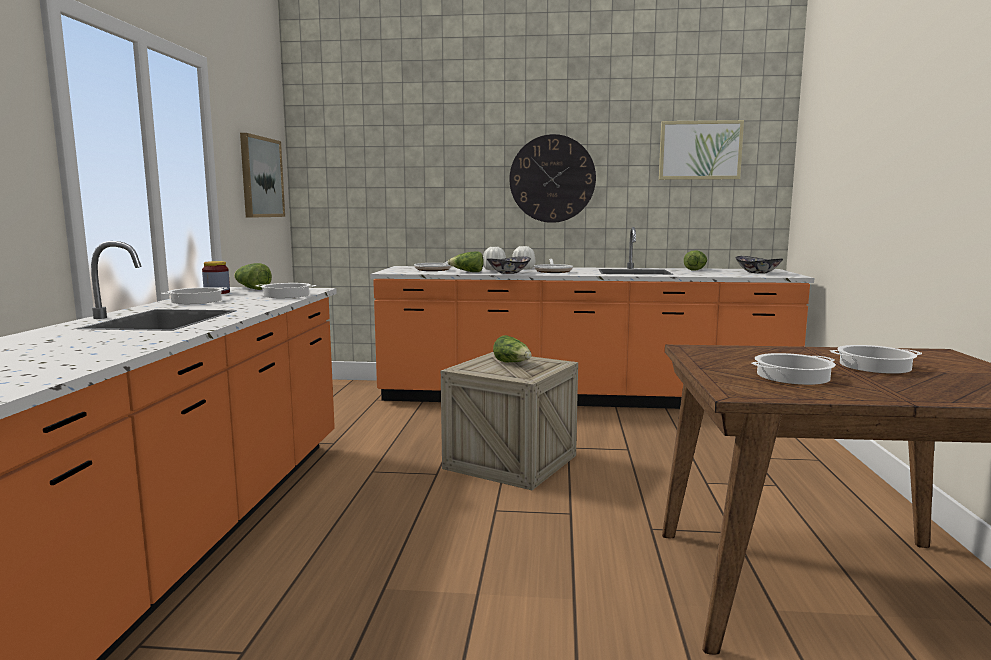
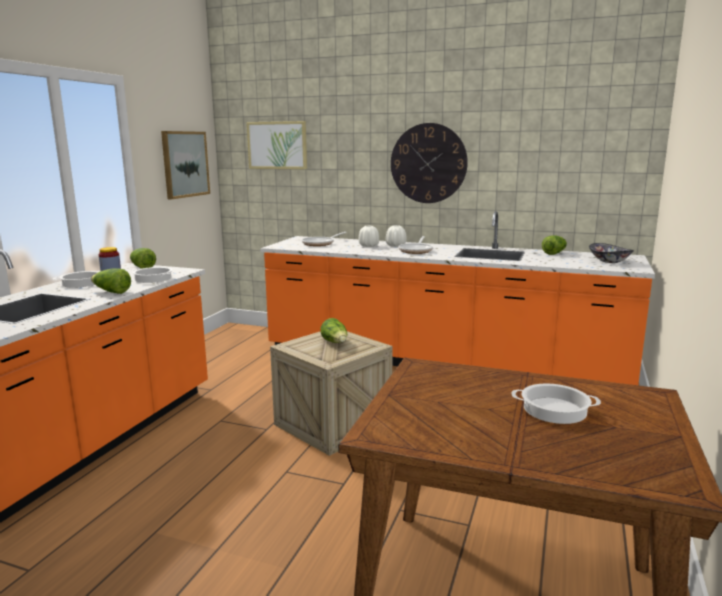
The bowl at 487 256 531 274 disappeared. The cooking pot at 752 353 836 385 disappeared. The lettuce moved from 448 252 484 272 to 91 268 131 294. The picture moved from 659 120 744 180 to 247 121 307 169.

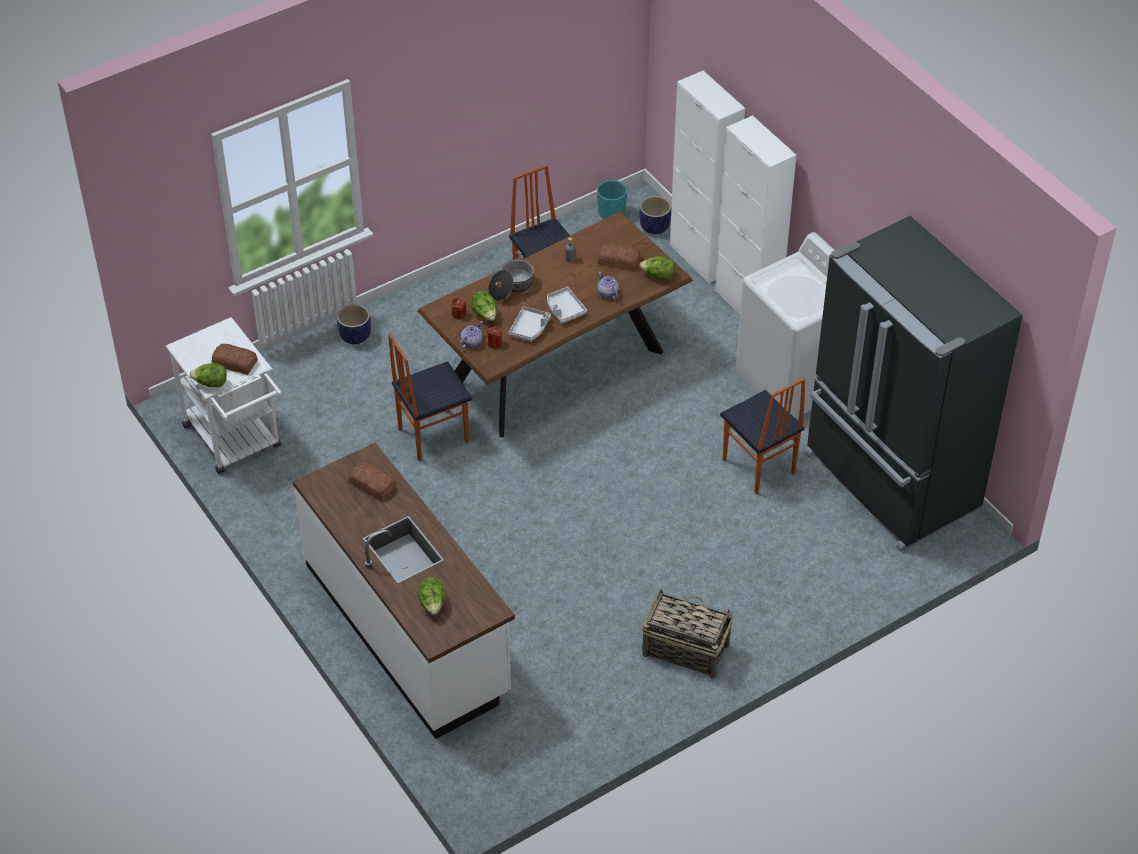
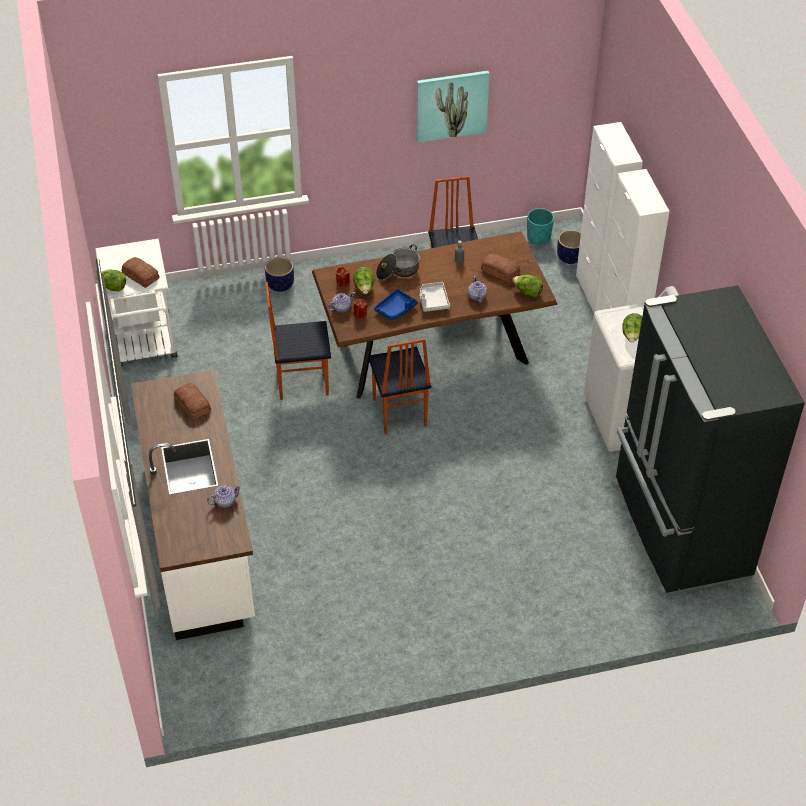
The basket at 642 588 734 679 disappeared. The teapot at 207 485 241 508 appeared. The picture at 417 71 489 142 appeared. The lettuce moved from 418 577 445 615 to 622 313 642 342. The chair moved from 720 378 805 495 to 368 339 431 434. The tray (grey) at 509 306 551 341 became the tray (blue) at 374 289 417 320.

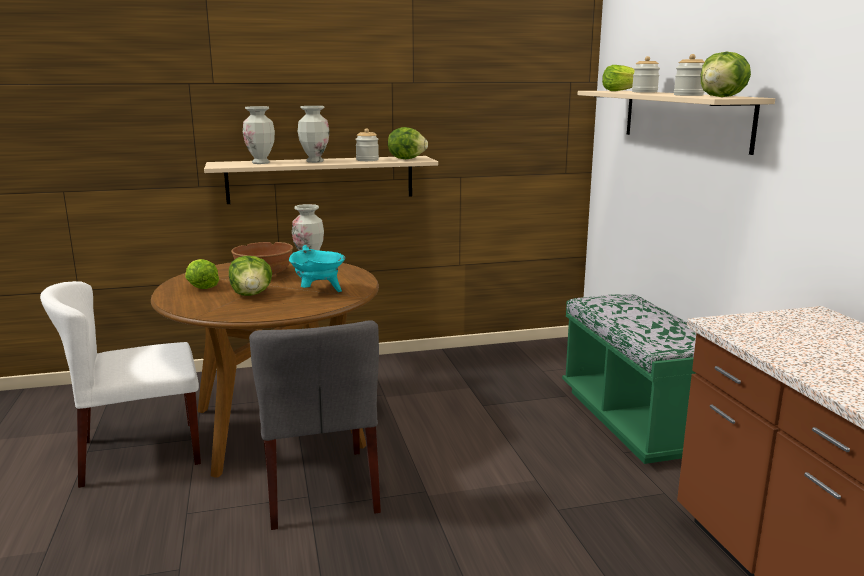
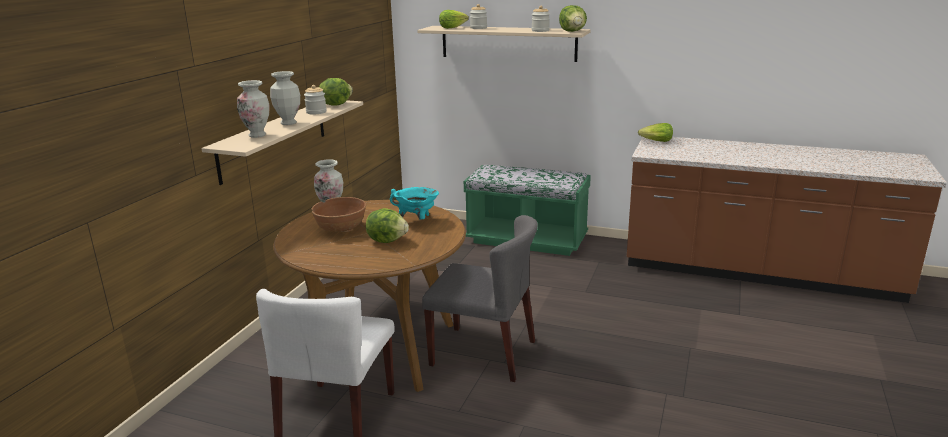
The lettuce moved from 185 259 219 289 to 638 123 673 142.

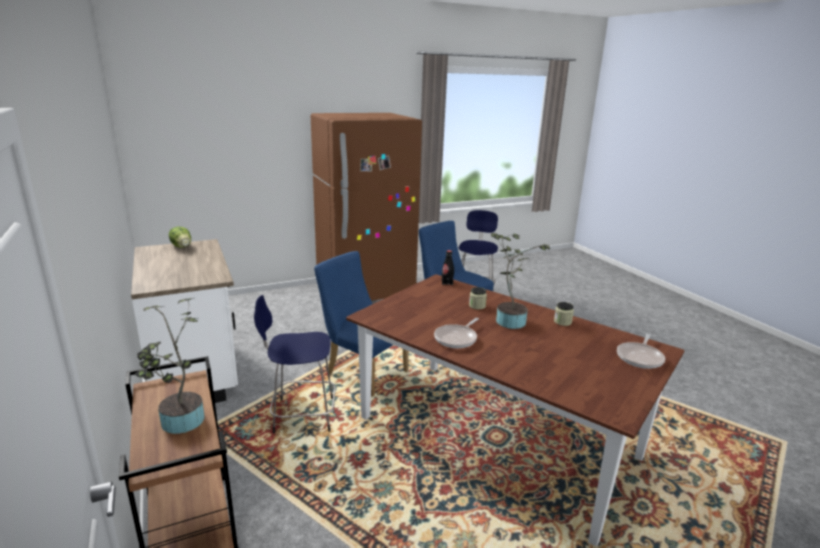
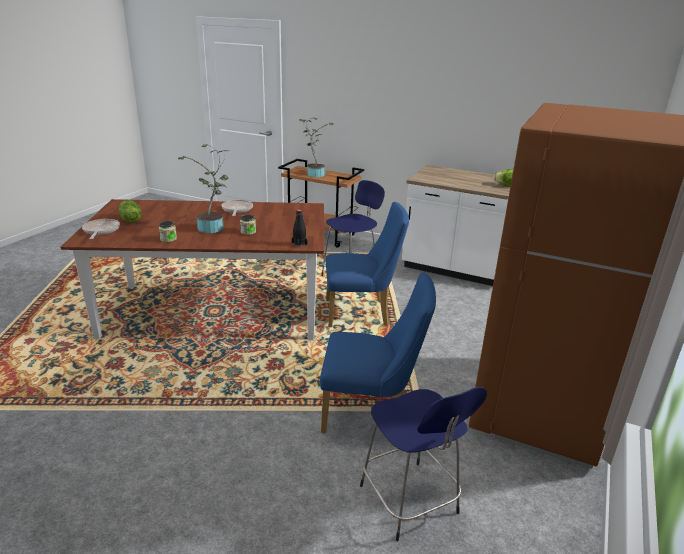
The lettuce at 119 200 142 223 appeared.

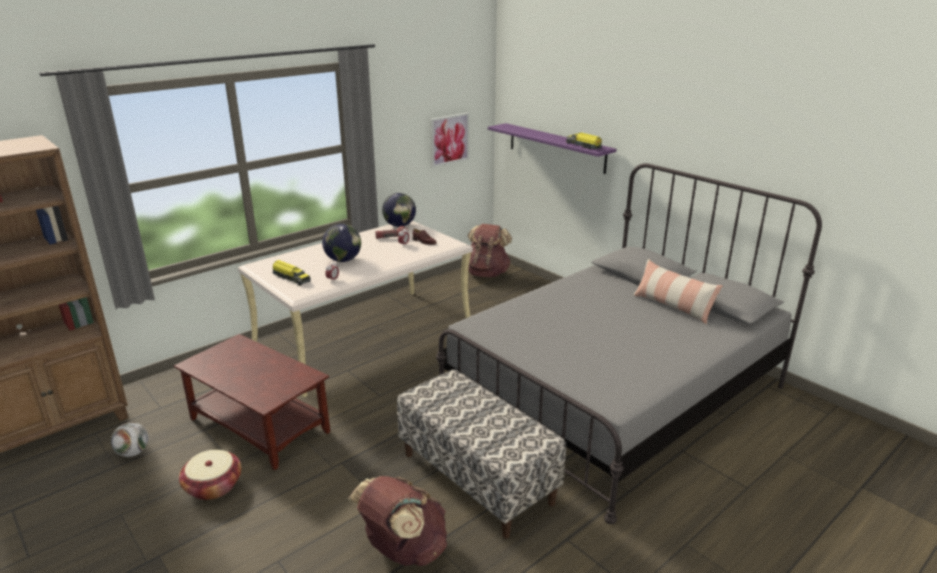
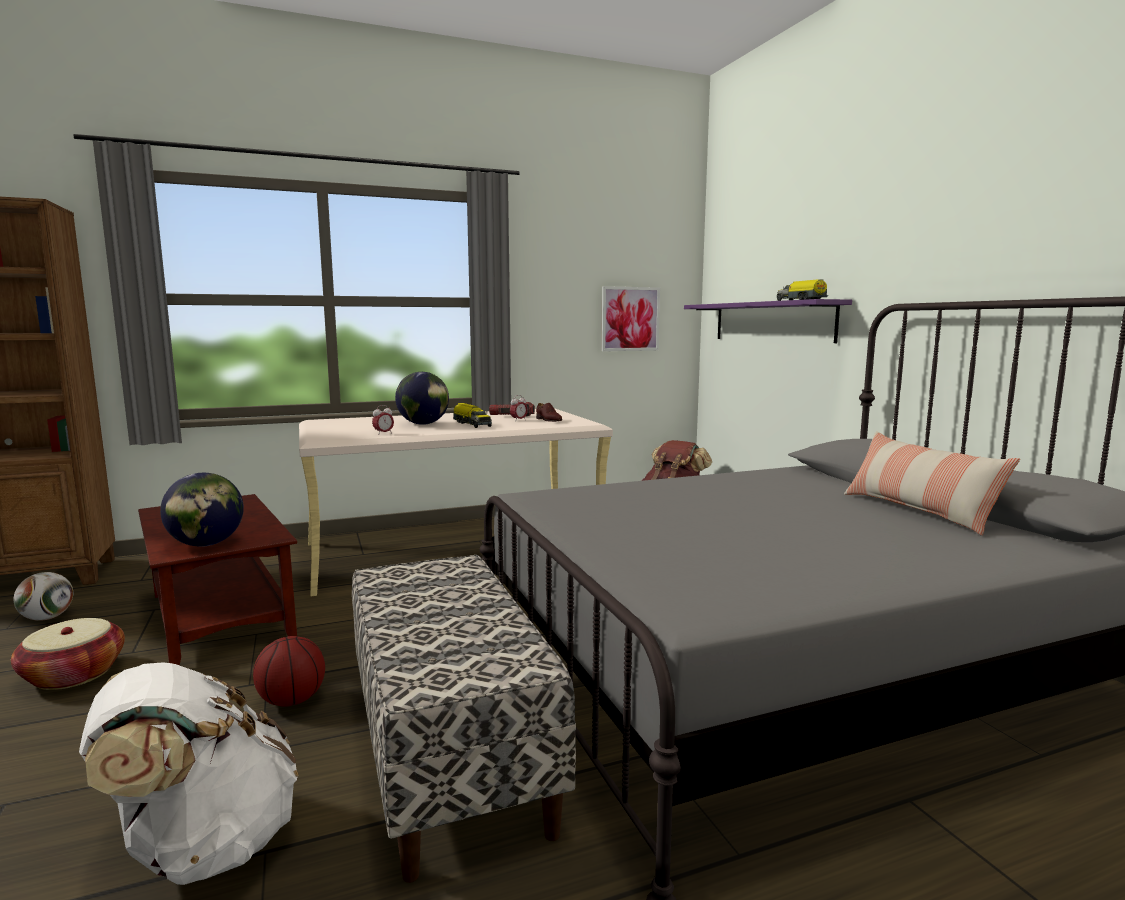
The basketball at 253 636 325 707 appeared. The toy truck moved from 272 260 311 286 to 453 403 492 428. The globe moved from 382 193 416 227 to 160 473 244 547. The backpack (brown) at 348 476 447 566 became the backpack (white) at 79 662 298 885.

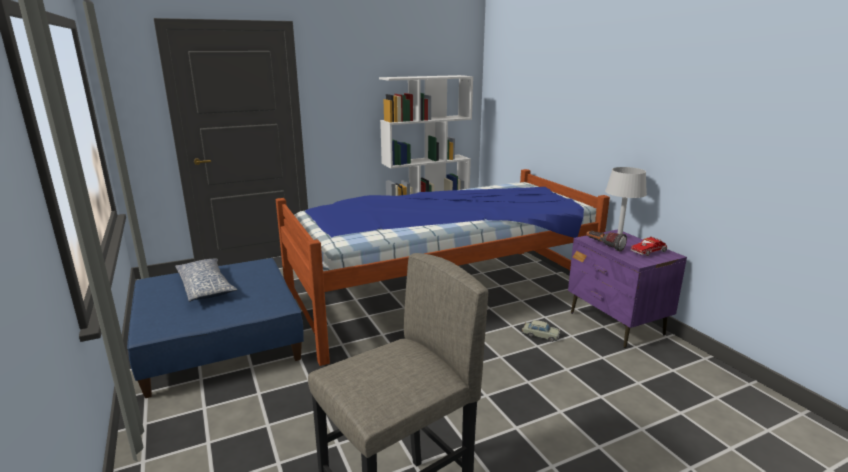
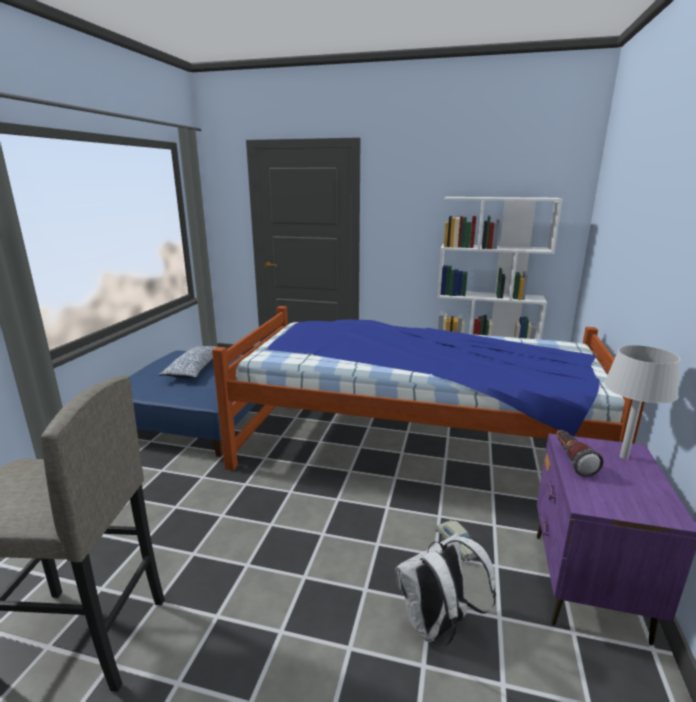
The toy truck at 631 236 667 256 disappeared. The backpack (white) at 395 532 496 646 appeared.

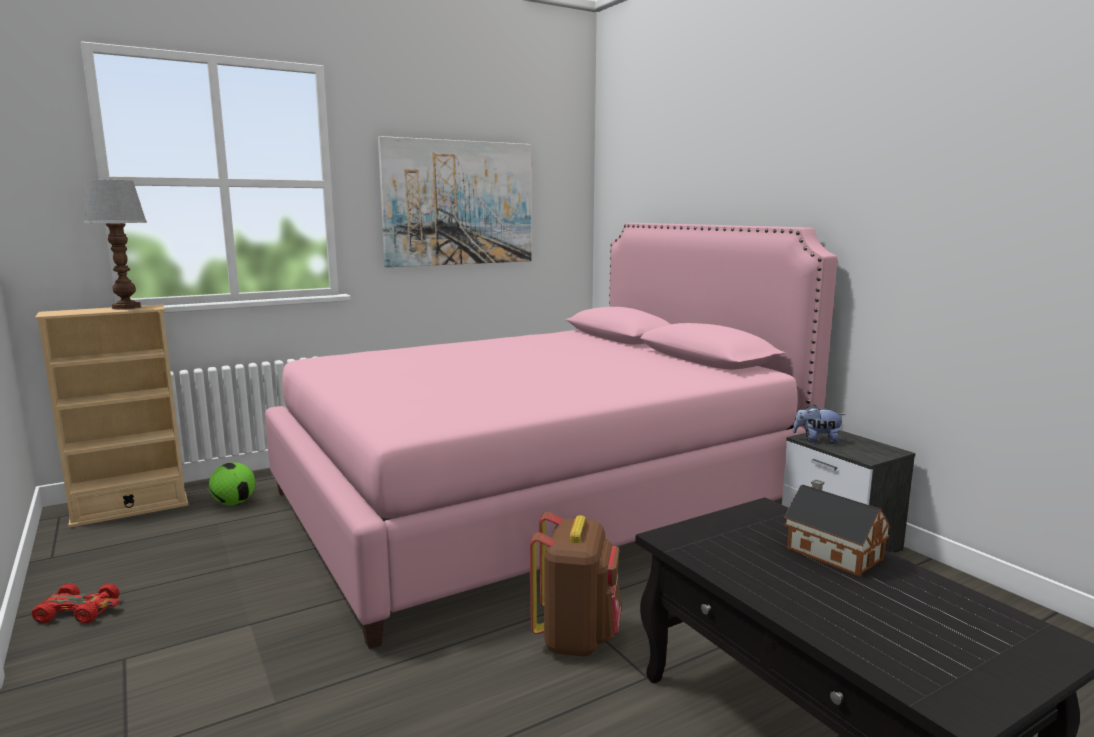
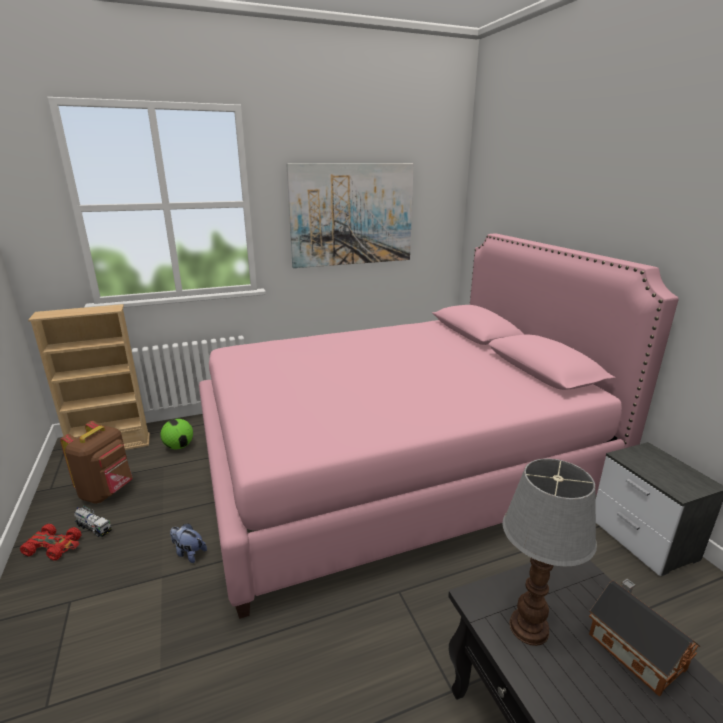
The toy truck at 74 506 112 537 appeared. The table lamp moved from 83 180 147 310 to 503 458 597 646. The backpack (brown) moved from 530 512 622 657 to 60 421 133 504. The plush toy moved from 793 405 845 444 to 170 523 207 563.

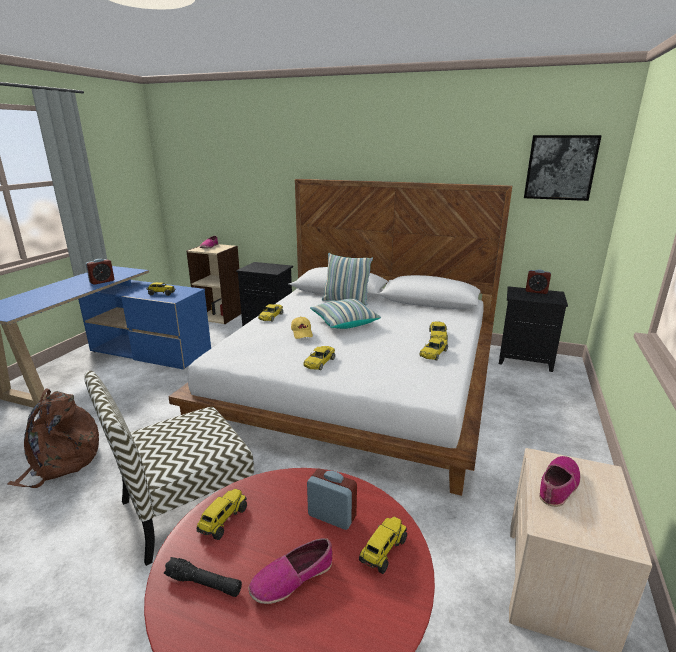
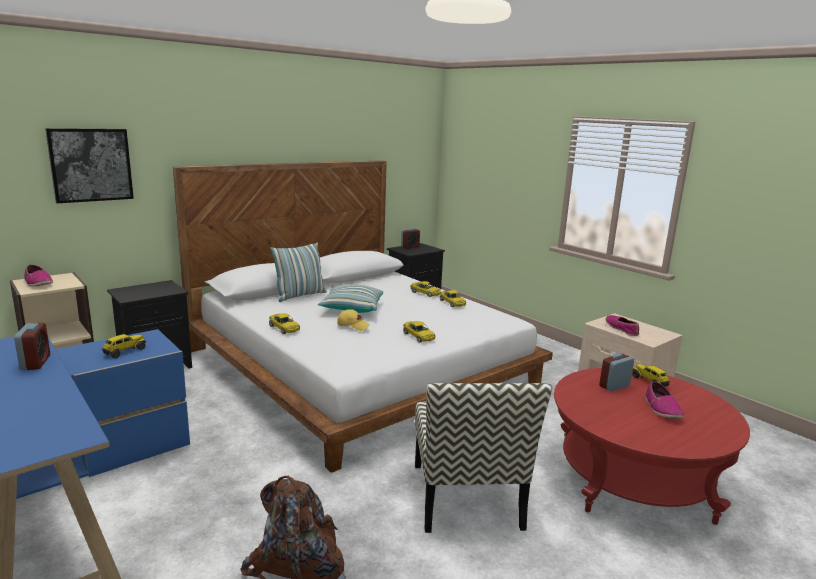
The flashlight (black) at 164 557 242 597 disappeared. The toy truck at 197 488 247 540 disappeared. The picture moved from 524 135 602 201 to 45 128 134 203.

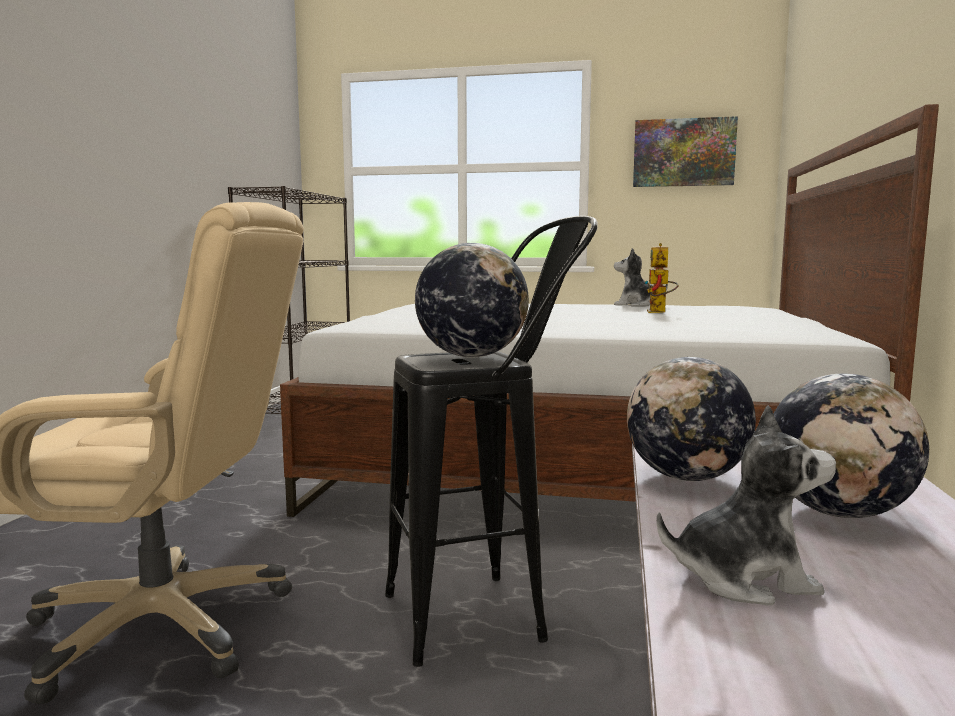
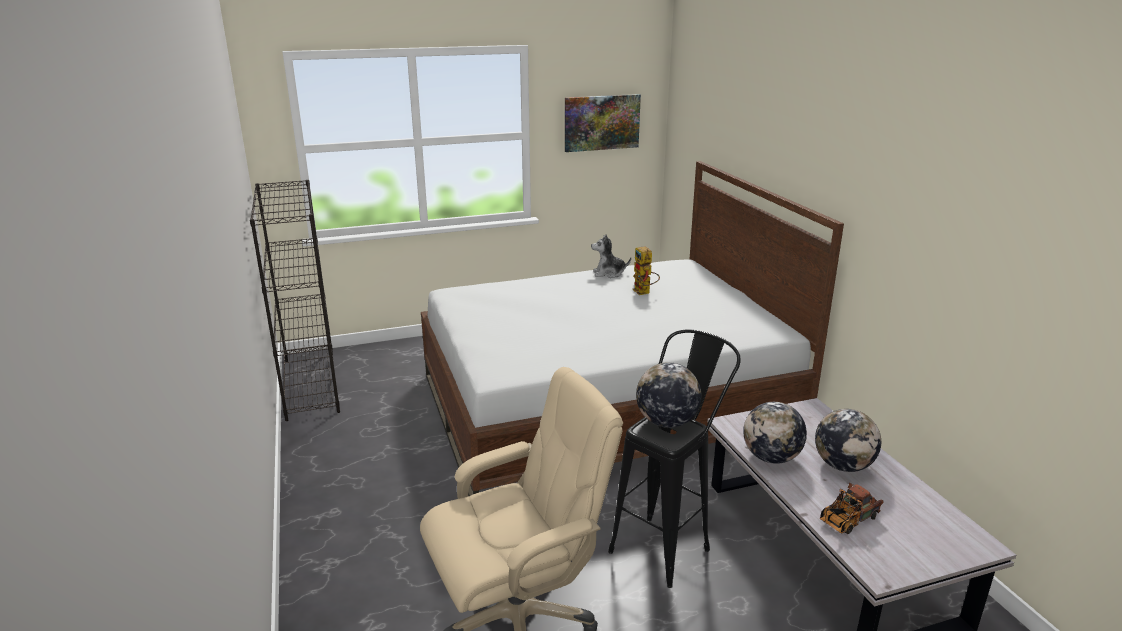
The plush toy at 657 405 836 606 was replaced by the toy truck at 820 483 884 534.

